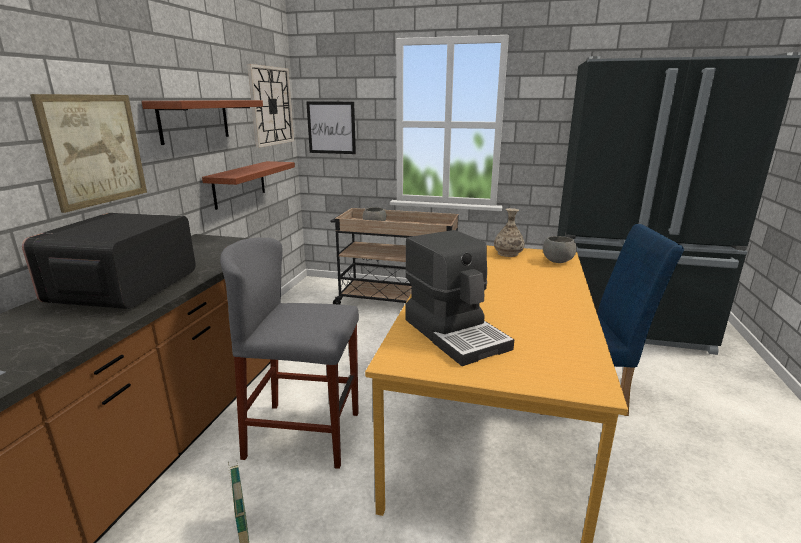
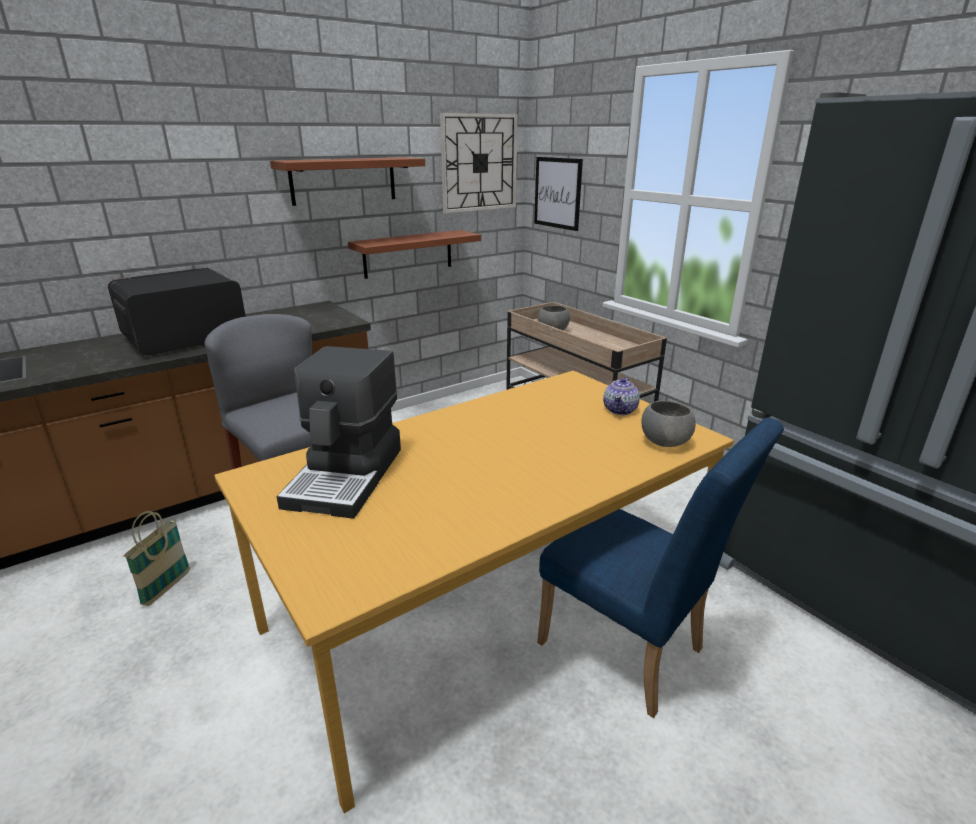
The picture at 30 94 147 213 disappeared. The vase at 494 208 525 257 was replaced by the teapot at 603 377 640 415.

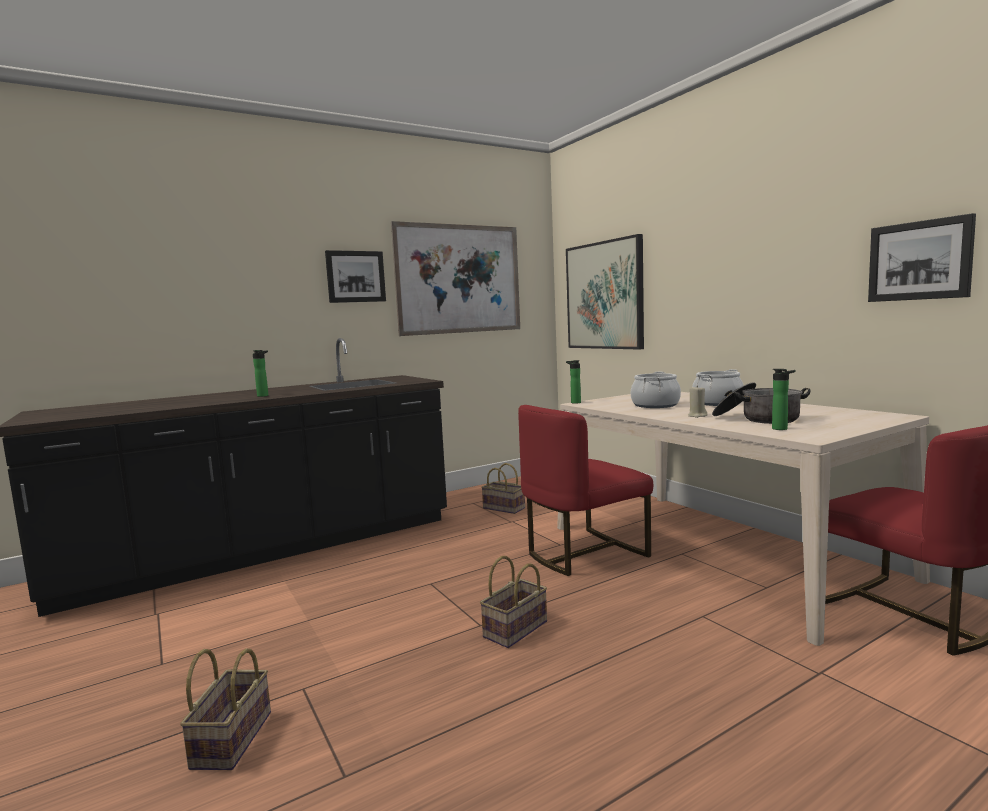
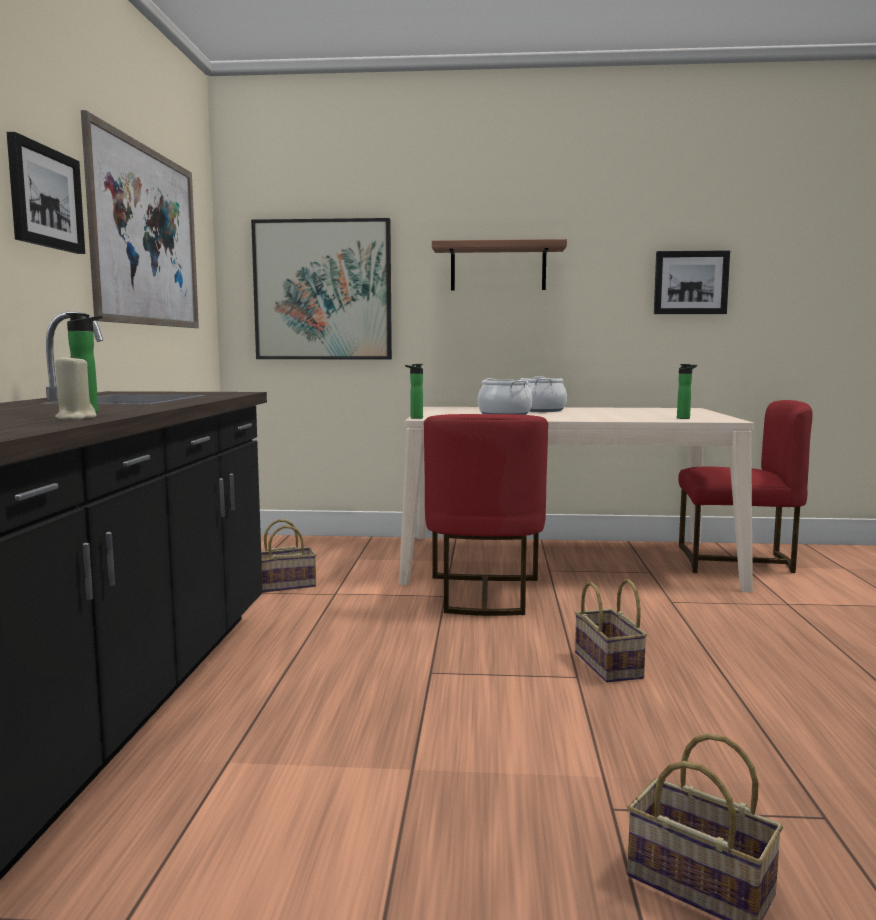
The cooking pot at 712 382 811 424 disappeared. The shelf at 432 239 567 291 appeared. The candle (beige) moved from 688 385 707 418 to 55 354 96 420.

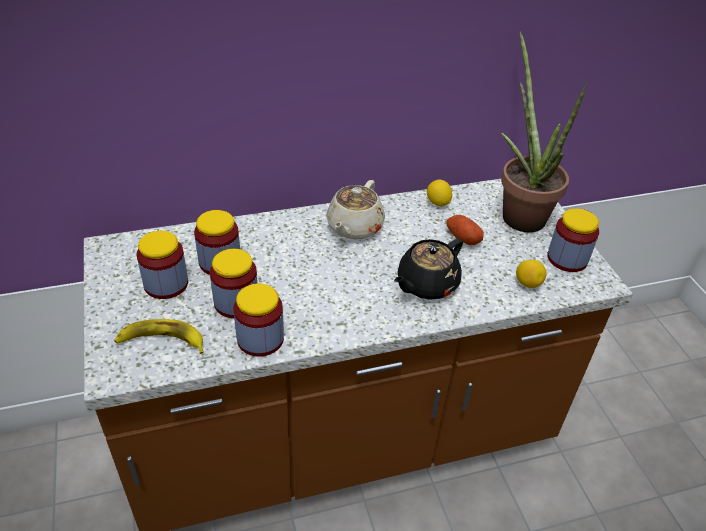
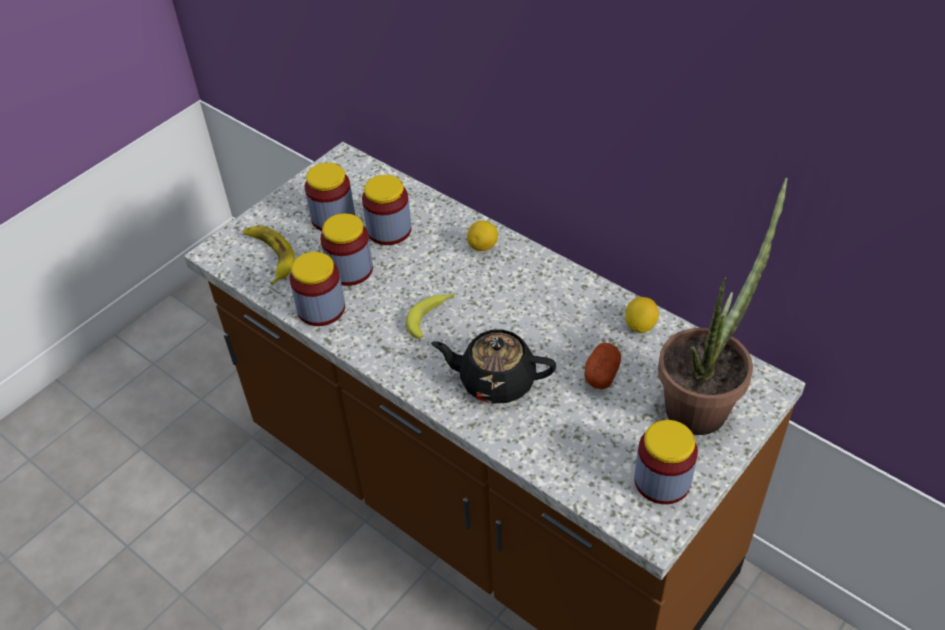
The teapot (beige) at 326 180 385 239 disappeared. The banana at 406 293 455 339 appeared. The lemon moved from 516 260 547 288 to 467 221 498 251.

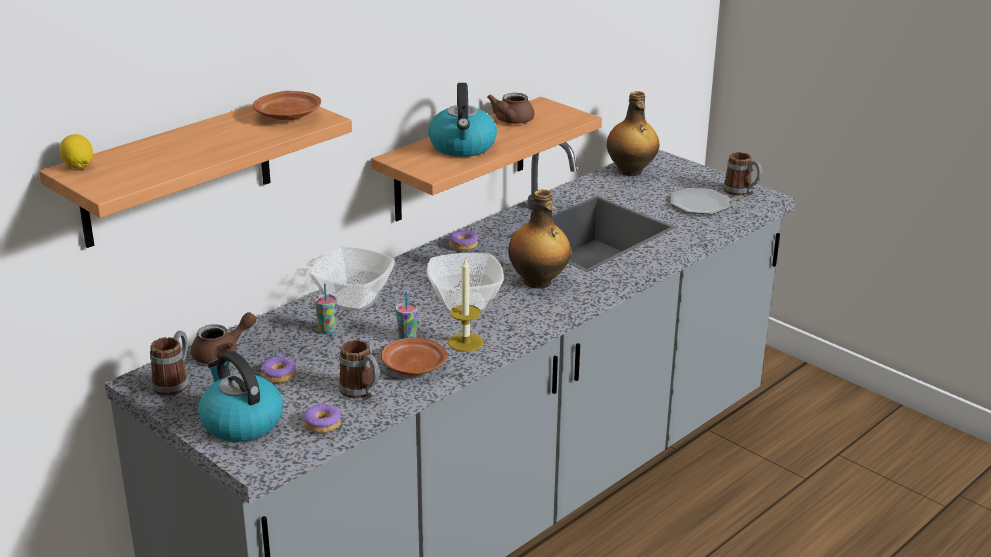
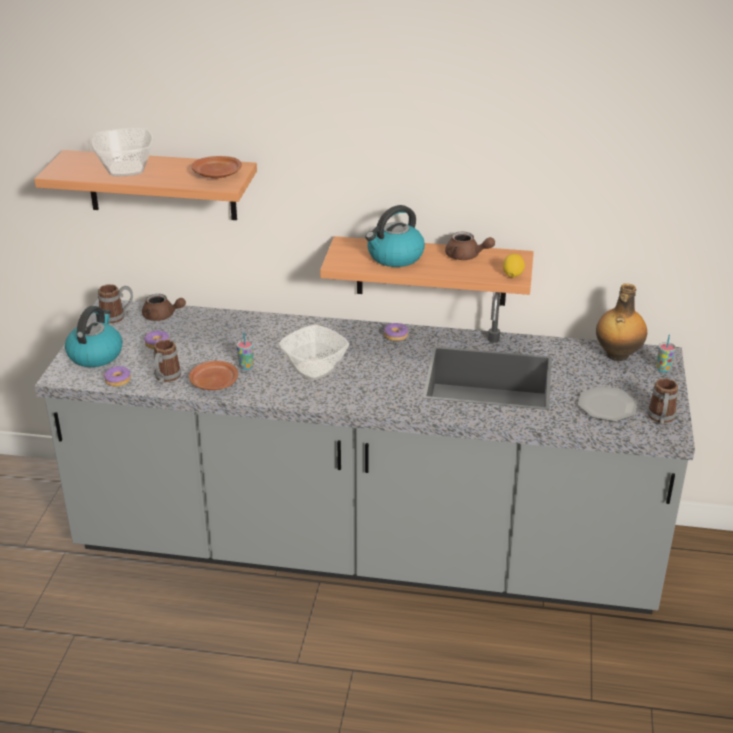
The candle at 448 257 483 352 disappeared. The bottle at 508 189 571 289 disappeared. The lemon moved from 59 134 93 169 to 503 254 525 277. The bowl moved from 310 247 395 311 to 91 128 154 176. The cup moved from 315 284 337 334 to 657 335 676 373. The teapot (brown) at 487 93 534 124 turned 135 degrees counterclockwise.

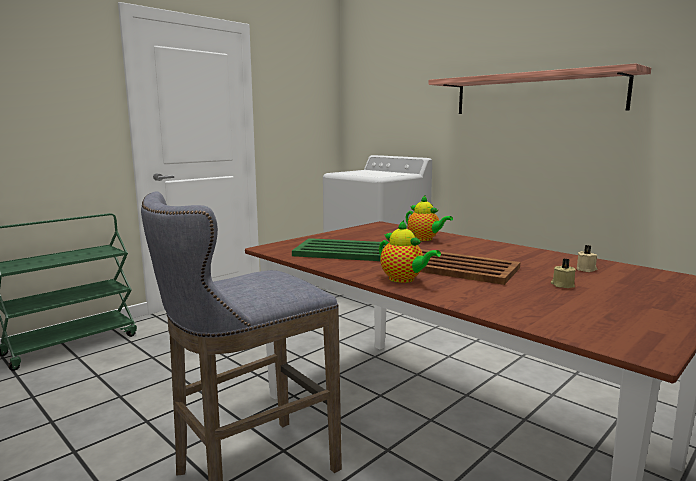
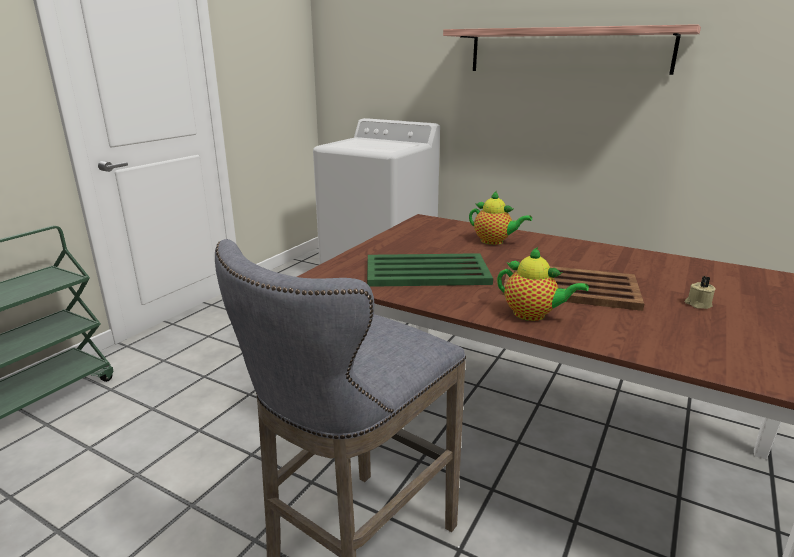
The candle (beige) at 577 245 597 272 disappeared.

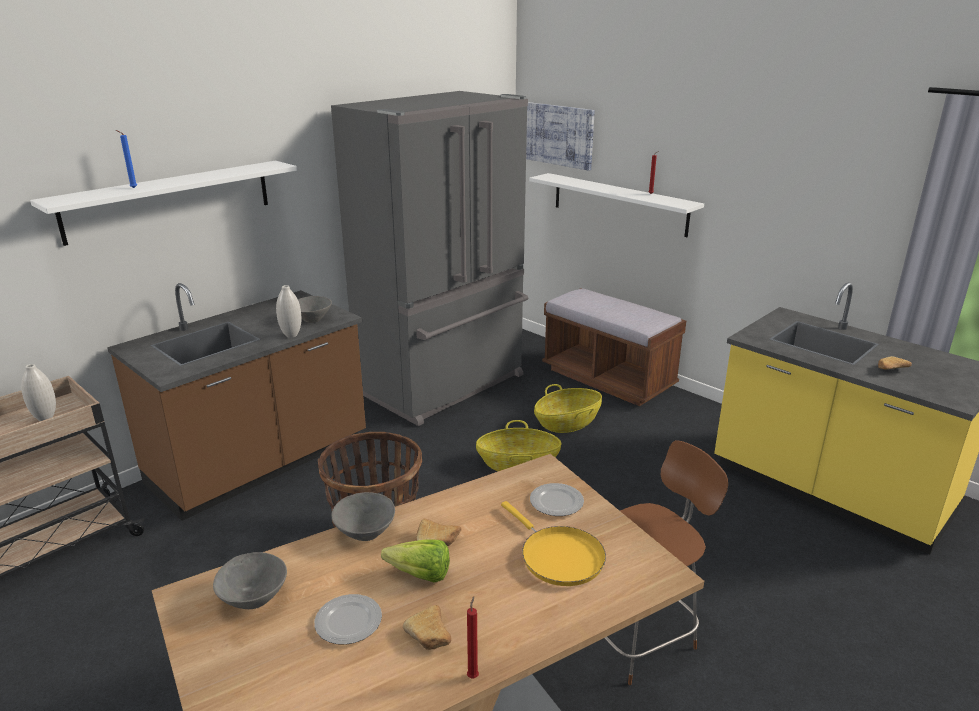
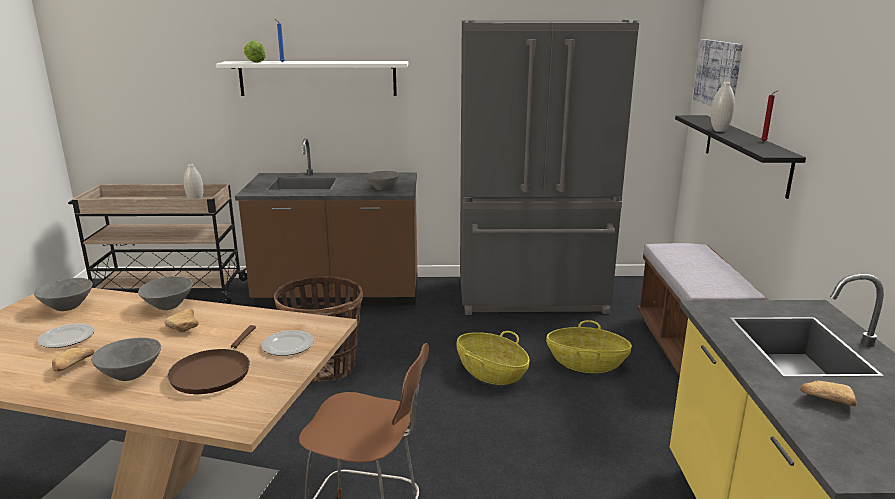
The candle (red) at 467 596 479 678 disappeared. The bowl (grey) at 91 338 161 381 appeared. The vase (white) moved from 276 285 301 338 to 711 82 735 132. The lettuce moved from 381 540 450 583 to 243 41 266 63. The frying pan (yellow) at 501 501 606 586 became the frying pan (brown) at 167 325 256 394. The shelf (white) at 529 173 704 237 became the shelf (black) at 675 115 806 199.

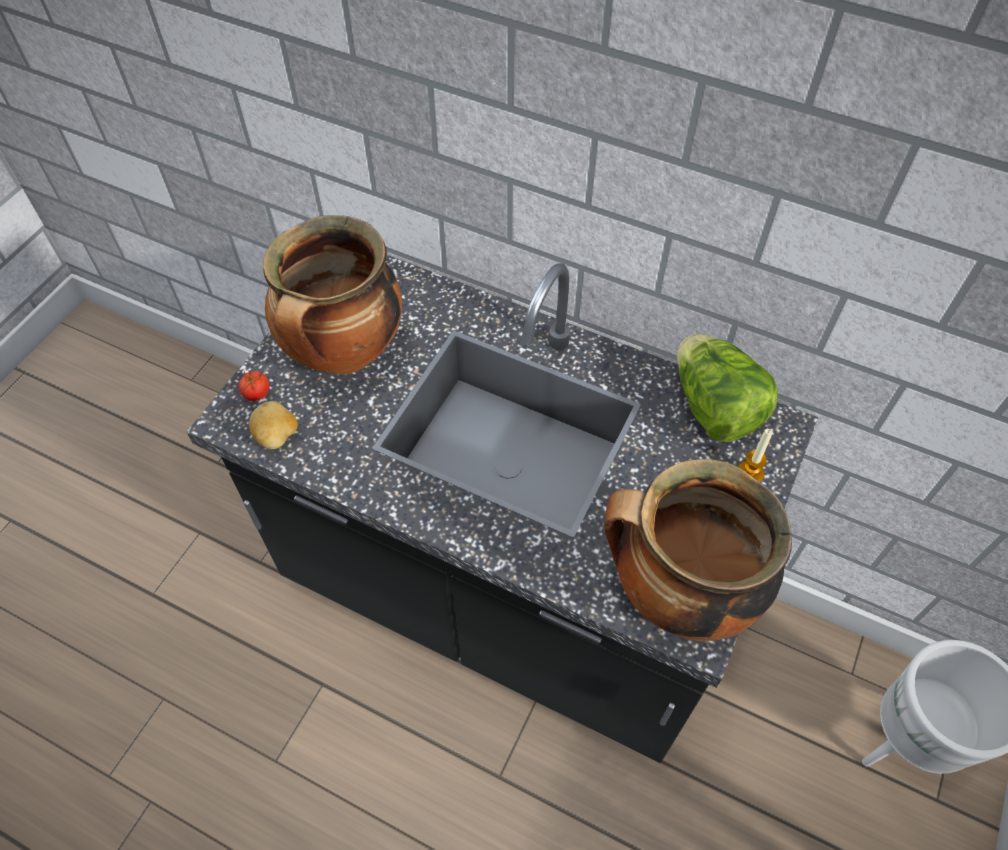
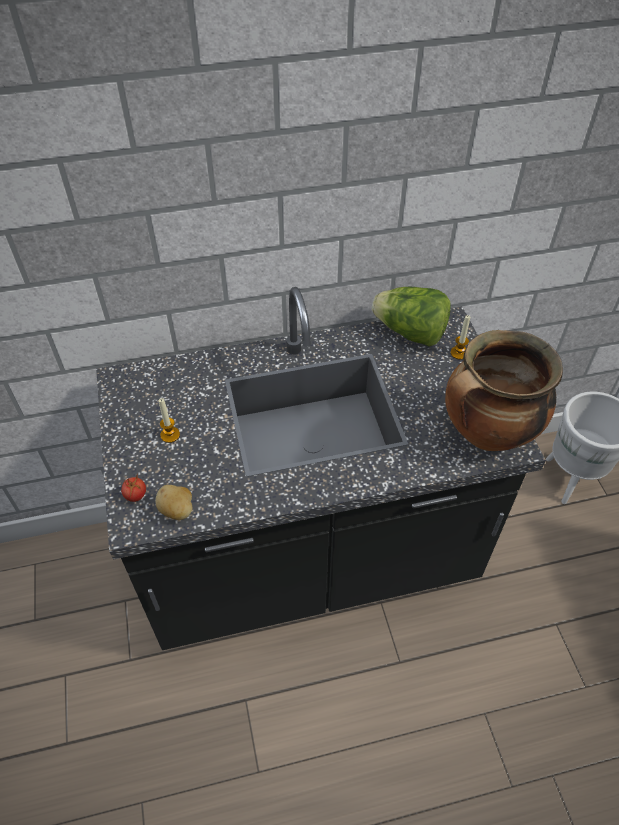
The cooking pot at 263 215 402 374 was replaced by the candle at 159 398 180 443.

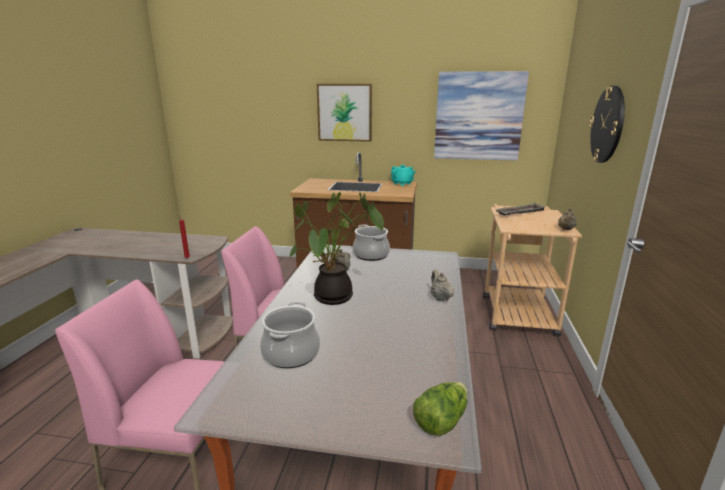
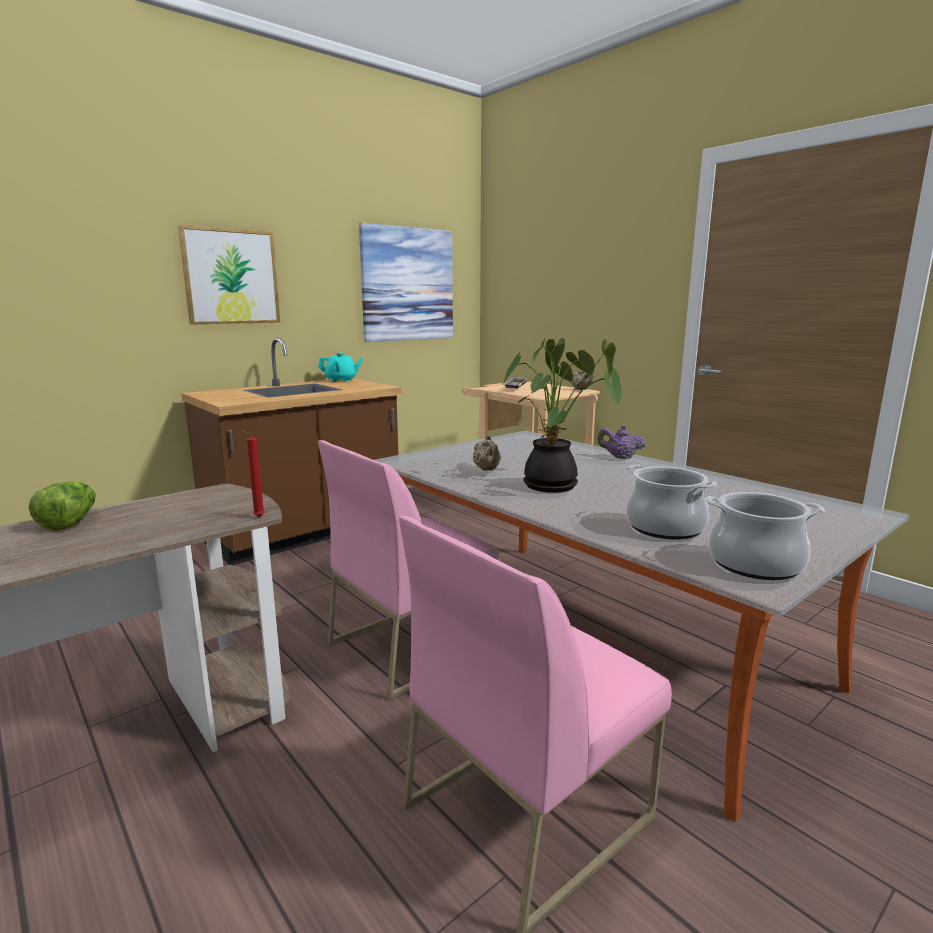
The wall clock at 589 86 625 163 disappeared. The cooking pot moved from 353 224 390 261 to 706 492 825 580. The lettuce moved from 413 382 467 436 to 29 481 96 531. The teapot (beige) at 431 270 455 301 became the teapot (purple) at 597 425 646 459.

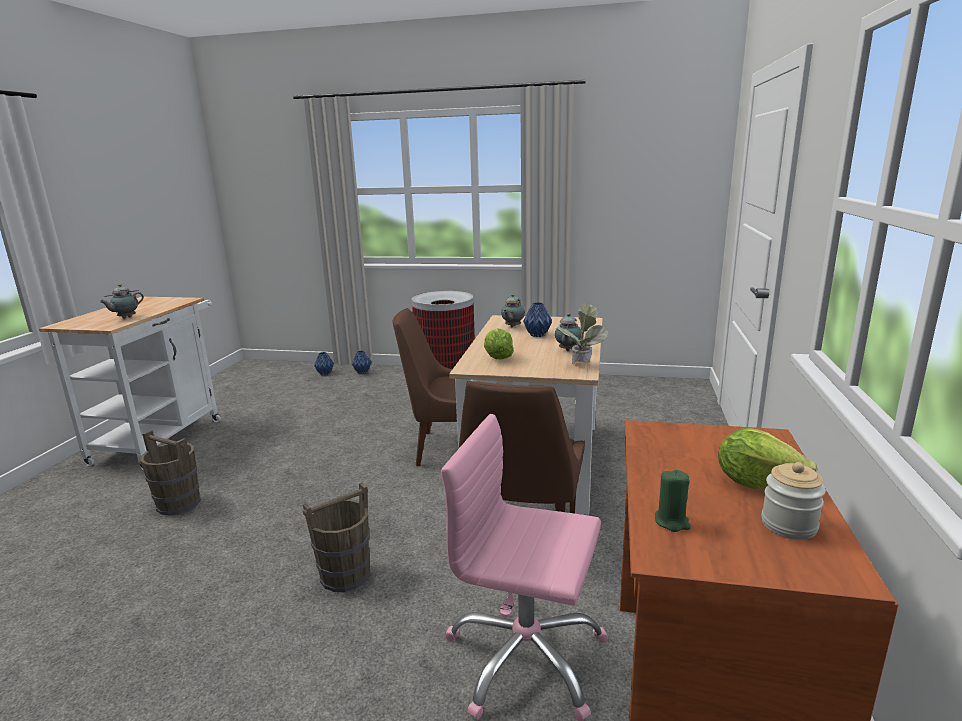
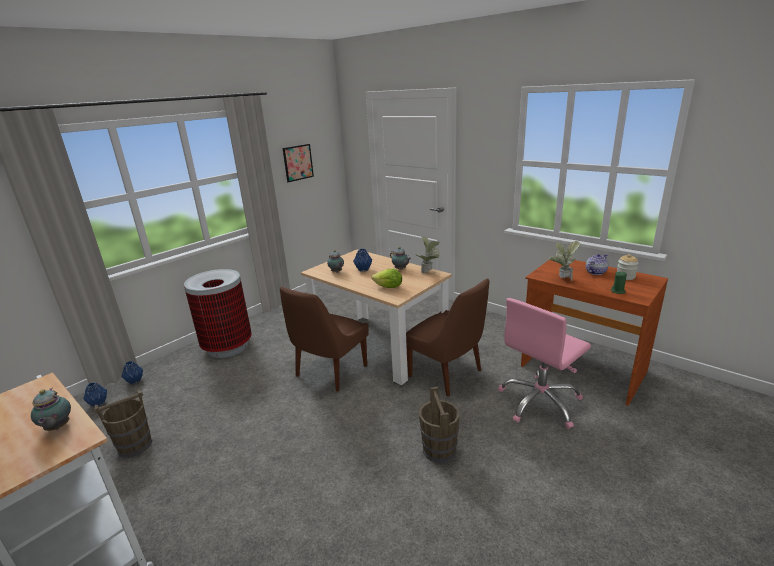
The picture at 283 144 314 182 appeared. The potted plant at 549 241 580 281 appeared. The bucket (brown) moved from 140 430 201 515 to 94 389 152 457. The lettuce at 718 428 818 491 was replaced by the teapot at 586 254 608 275.

